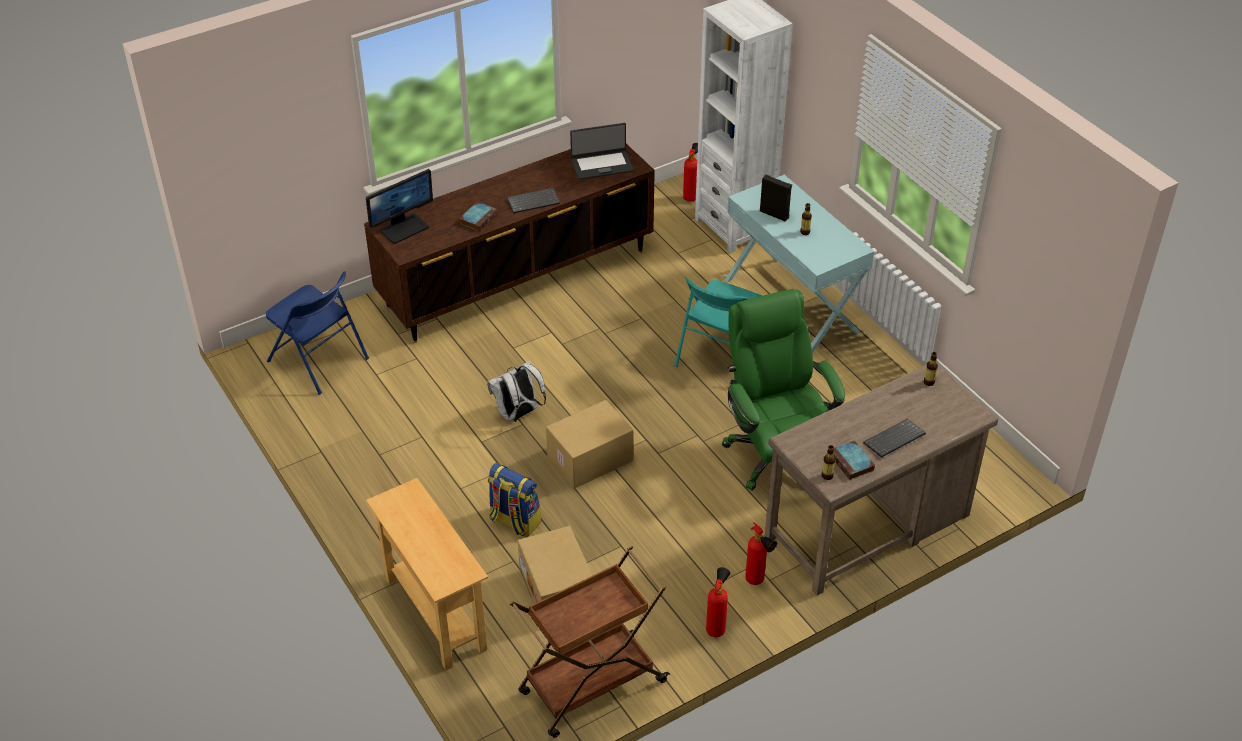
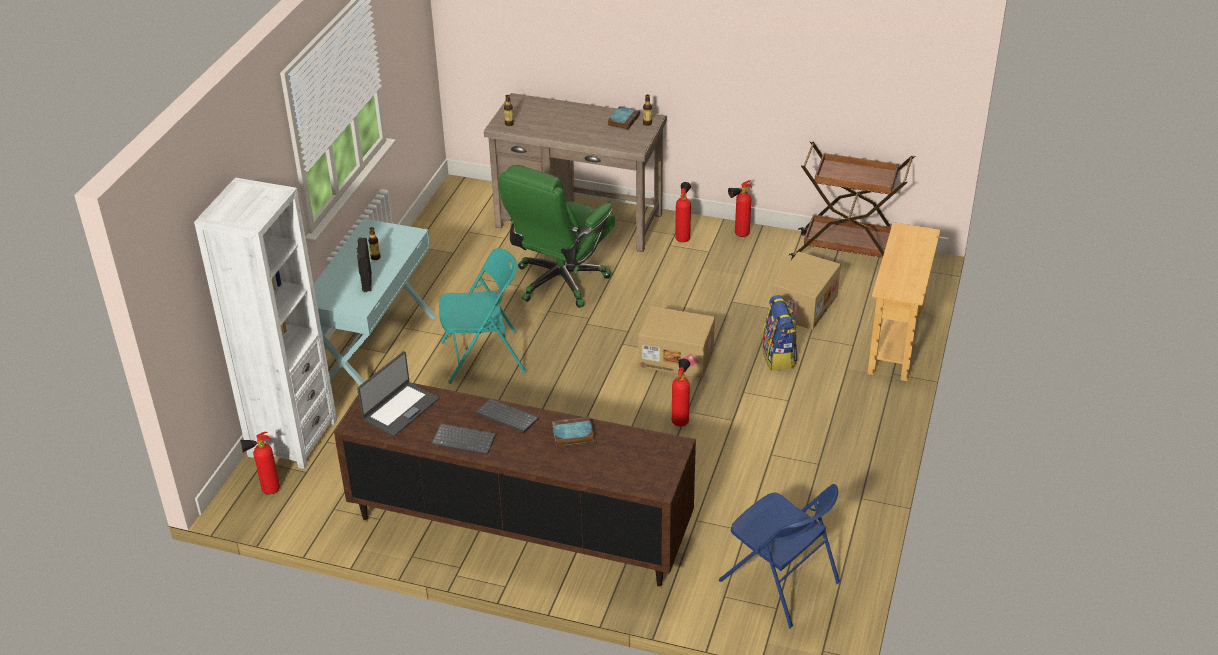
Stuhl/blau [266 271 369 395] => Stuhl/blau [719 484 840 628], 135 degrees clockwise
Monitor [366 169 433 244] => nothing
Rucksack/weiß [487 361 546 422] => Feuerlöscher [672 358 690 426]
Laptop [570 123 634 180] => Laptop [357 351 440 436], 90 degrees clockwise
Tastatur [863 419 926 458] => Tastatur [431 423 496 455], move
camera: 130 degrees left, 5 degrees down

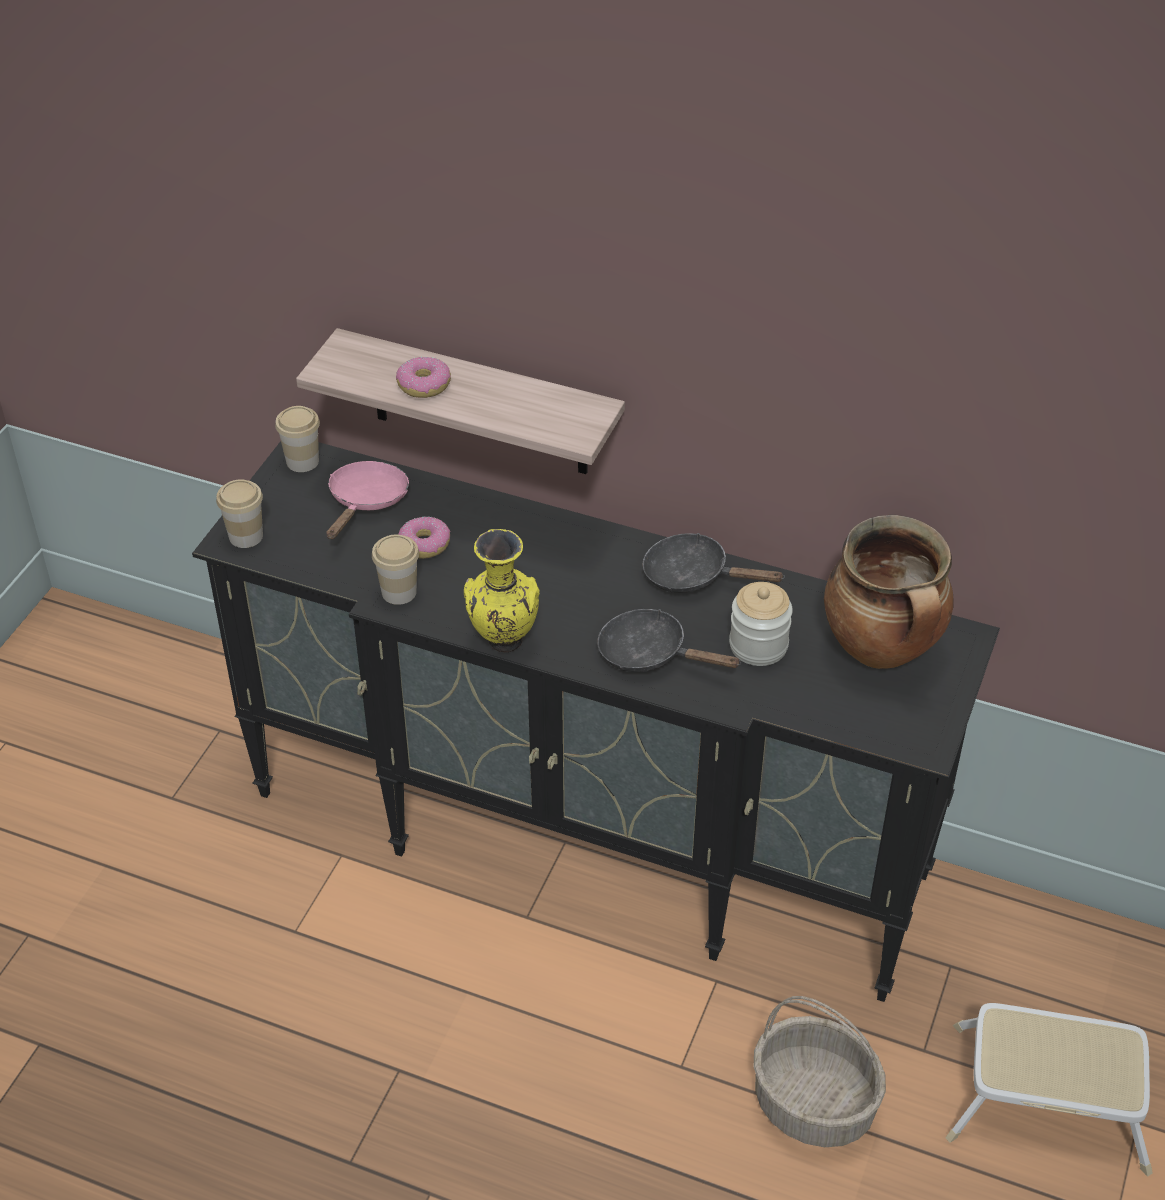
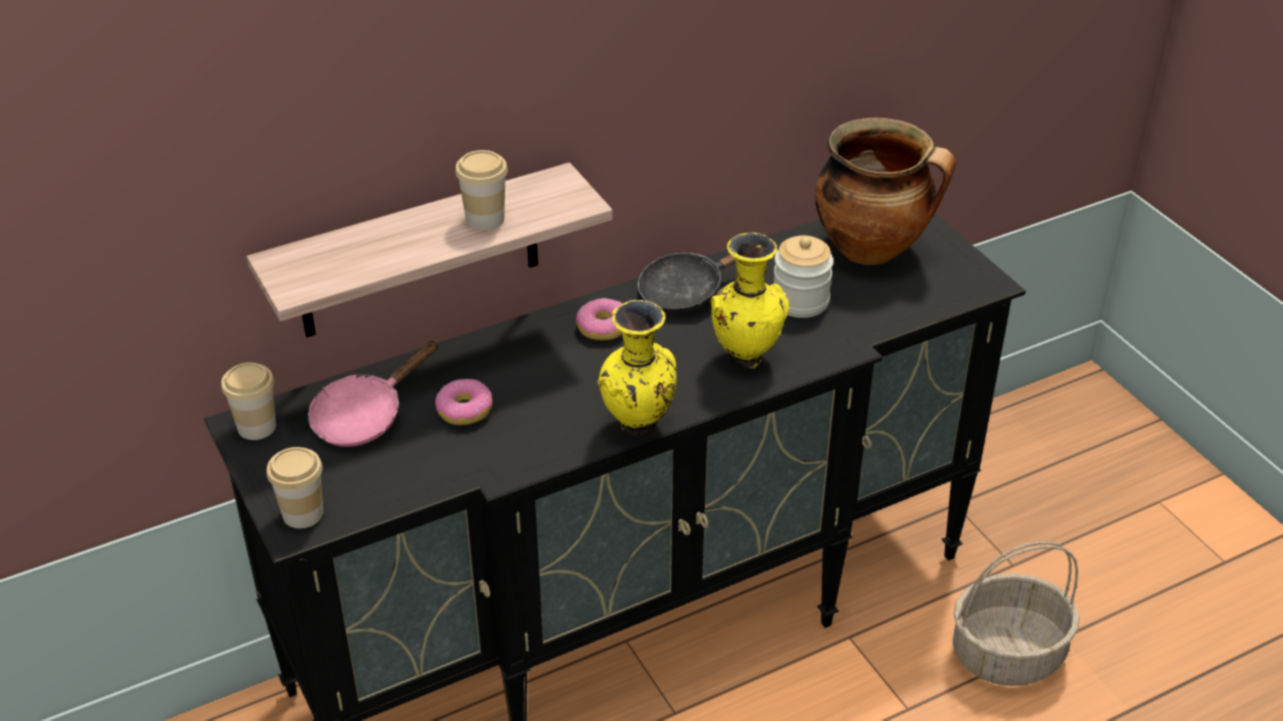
Pfanne/rosa [326 461 409 539] => Pfanne/rosa [308 340 438 447], 105 degrees counterclockwise
Tasse [372 534 419 605] => Tasse [455 150 508 230], move
Donut [396 357 451 398] => Donut [576 298 623 340], move
Pfanne/schwarz [597 609 741 672] => Vase/gelb [711 233 789 369]
Trittleiter/beige [946 1003 1153 1176] => nothing
camera: 50 degrees left, 5 degrees down

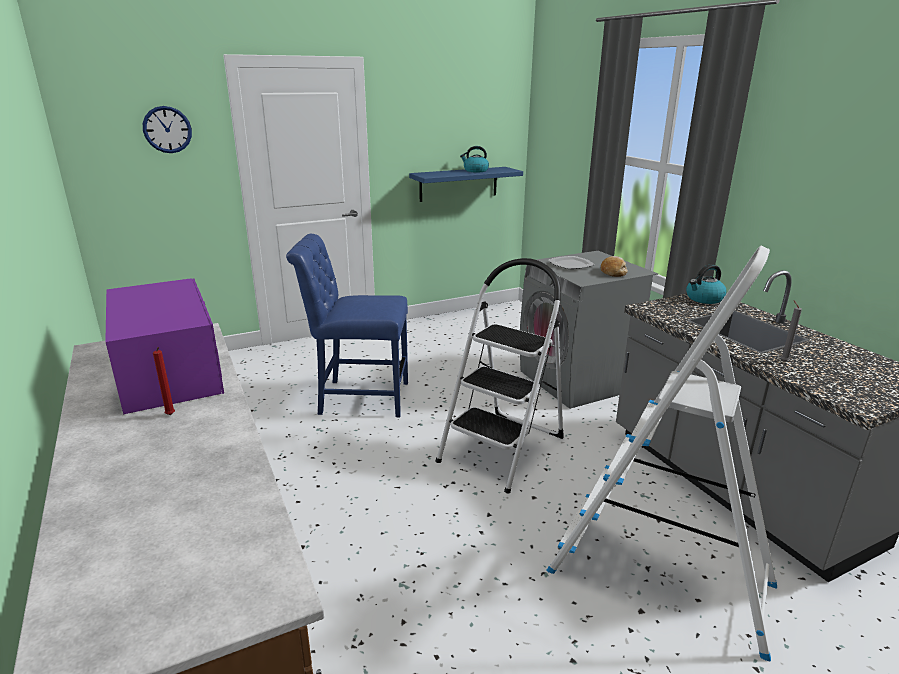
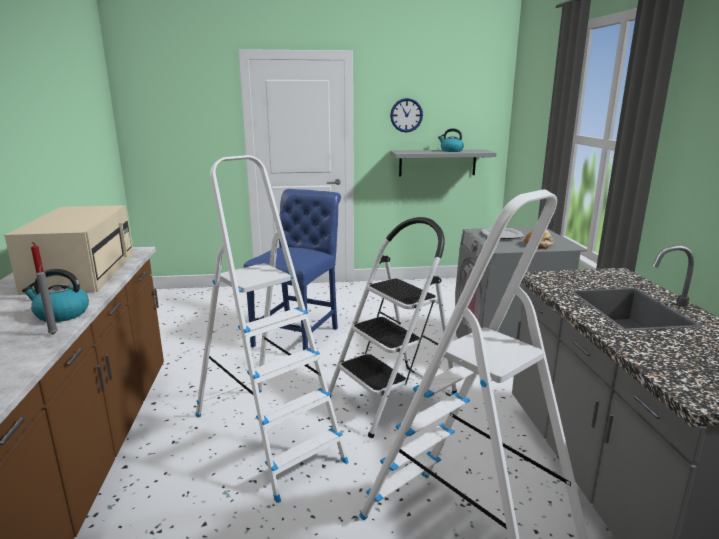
Mikrowelle/lila [105 278 224 414] => Mikrowelle/beige [4 205 133 295]
Wanduhr [143 106 192 153] => Wanduhr [390 98 423 132], move
Stuhl/blau [286 234 408 417] => Stuhl/blau [243 189 341 350], 90 degrees clockwise
Wandregal/blau [409 167 523 202] => Wandregal/grau [390 149 496 177]
Wasserkessel [686 264 727 304] => Wasserkessel [22 269 89 322], move
Kerze/grau [781 300 802 362] => Kerze/grau [36 264 58 335], move
nothing => Trittleiter/weiß [196 155 349 503]
camera: 20 degrees right, 5 degrees down

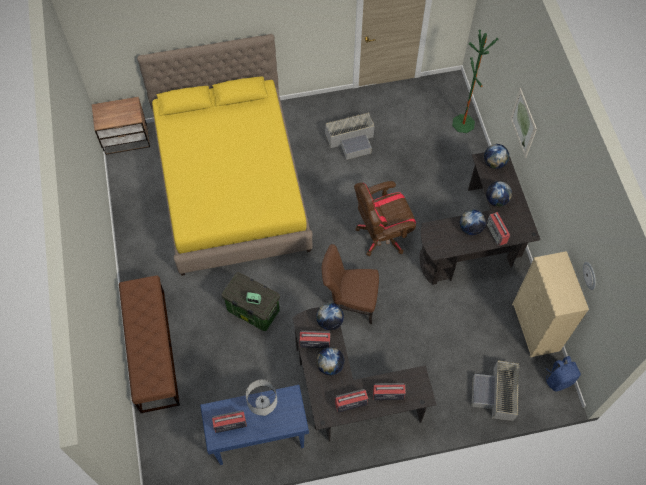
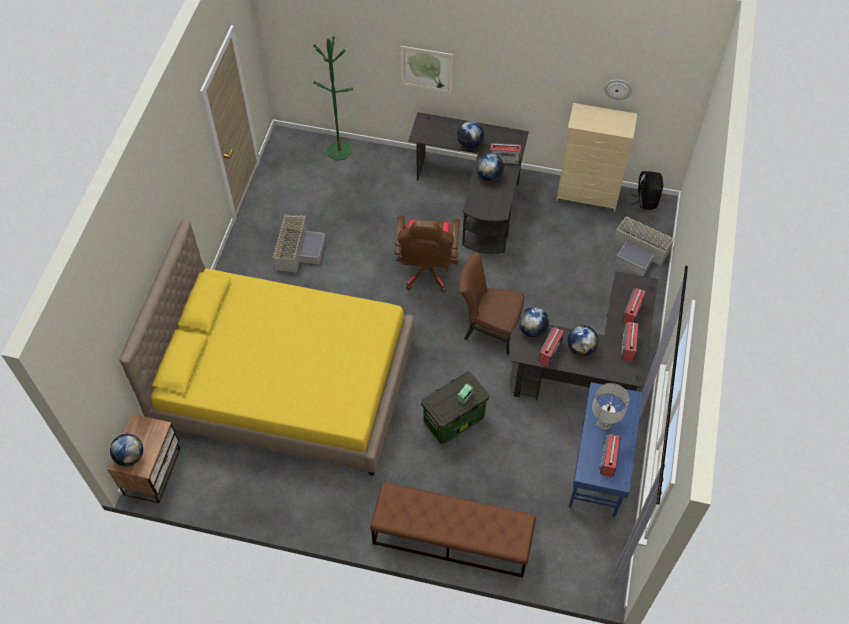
Stuhl/braun [322 244 379 324] => Stuhl/braun [459 252 524 355], 75 degrees clockwise
Globus [484 144 509 169] => Globus [110 434 143 466], move
Rucksack/blau [546 356 581 391] => Rucksack/schwarz [630 171 663 210]
camera: 65 degrees left, 5 degrees down

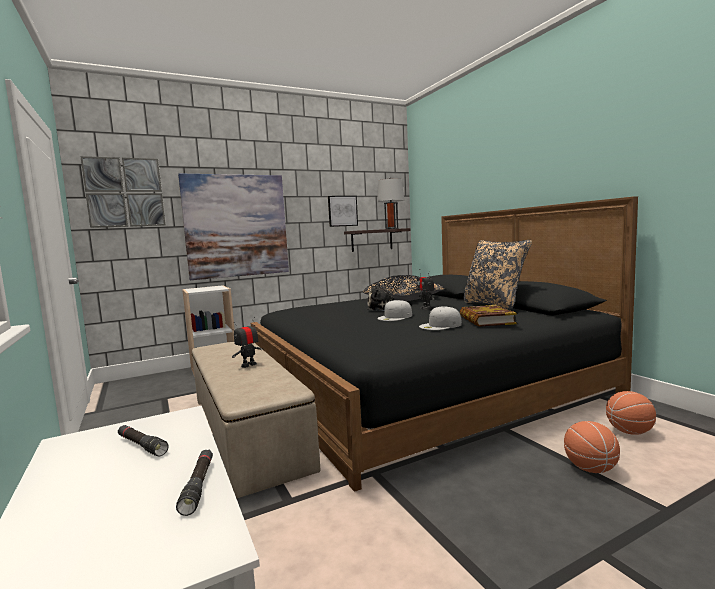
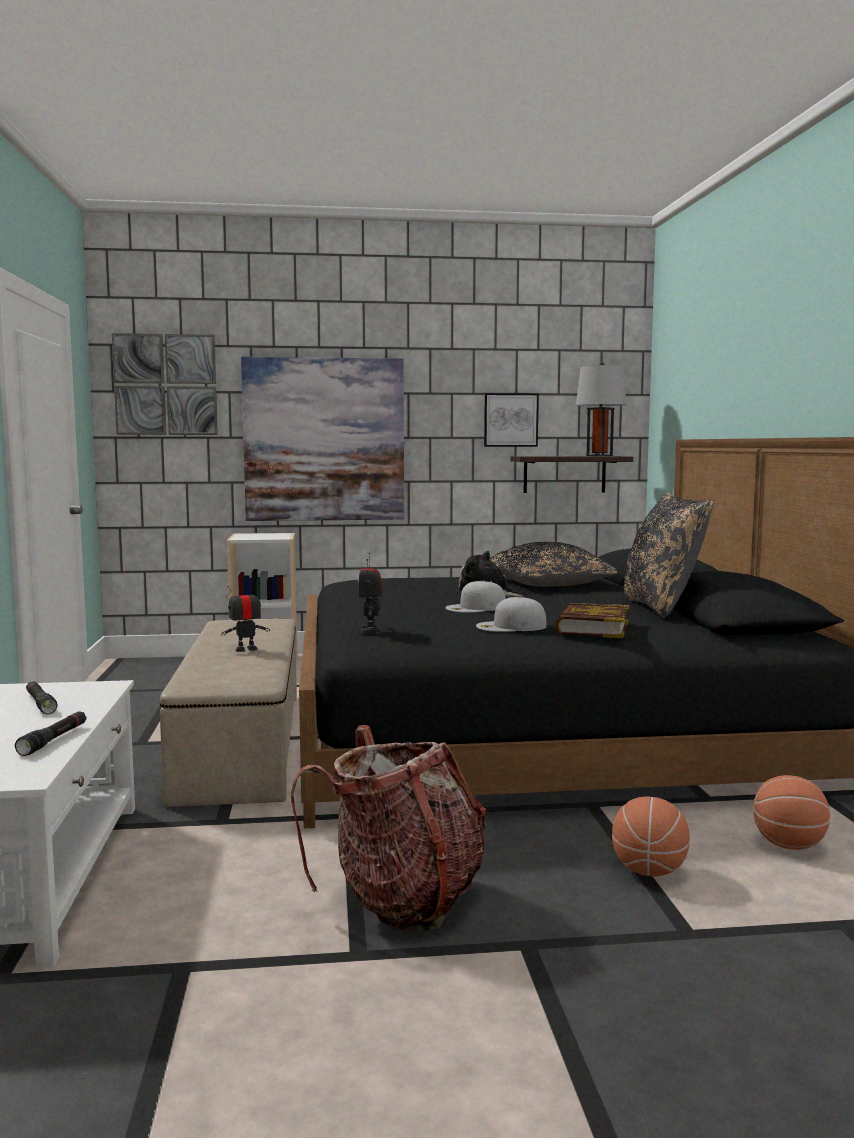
Spielzeugroboter [417 269 435 310] => Spielzeugroboter [358 553 382 633], move
nothing => Rucksack [291 725 487 931]
camera: 20 degrees right, 0 degrees up

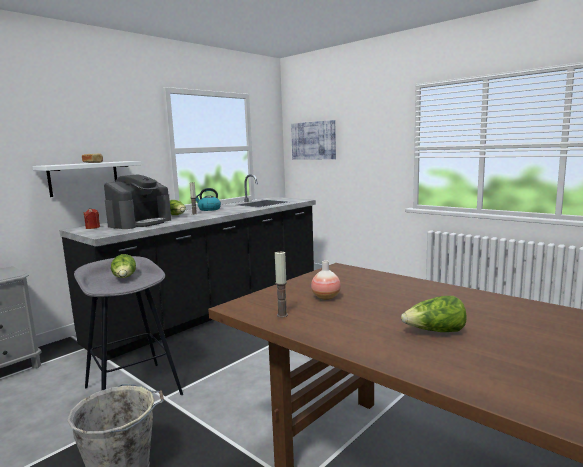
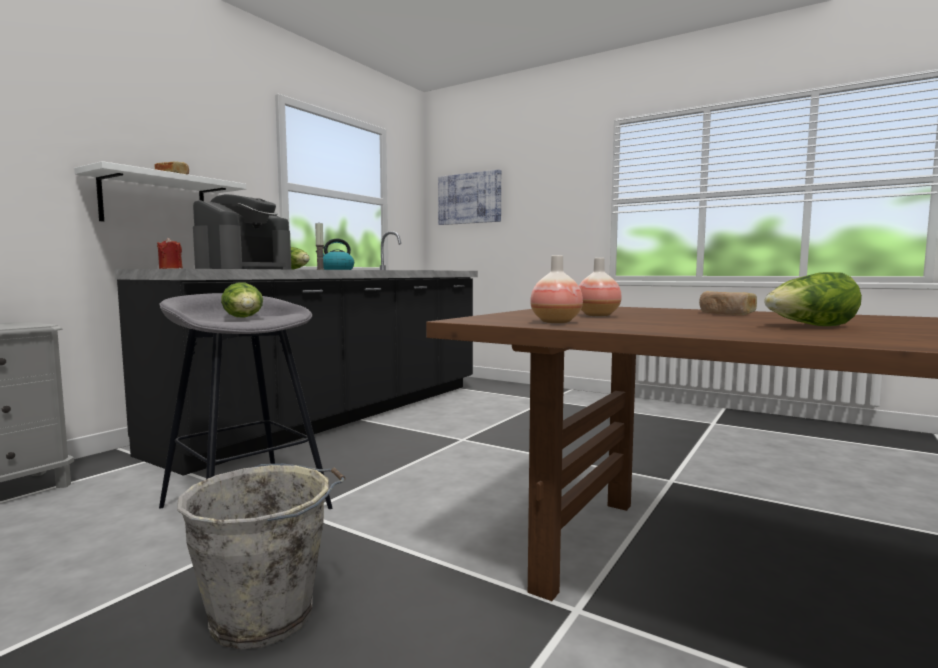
Kerze [275 251 288 317] => Vase [530 255 583 323]
nothing => Brot [699 291 757 315]
camera: 10 degrees left, 5 degrees down

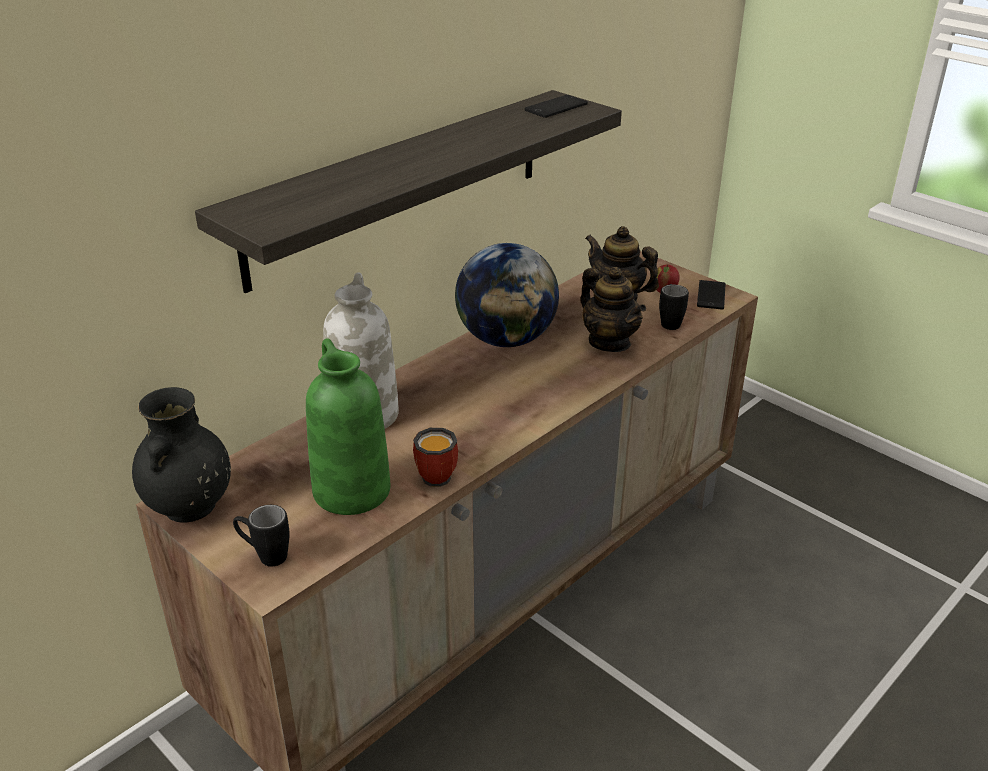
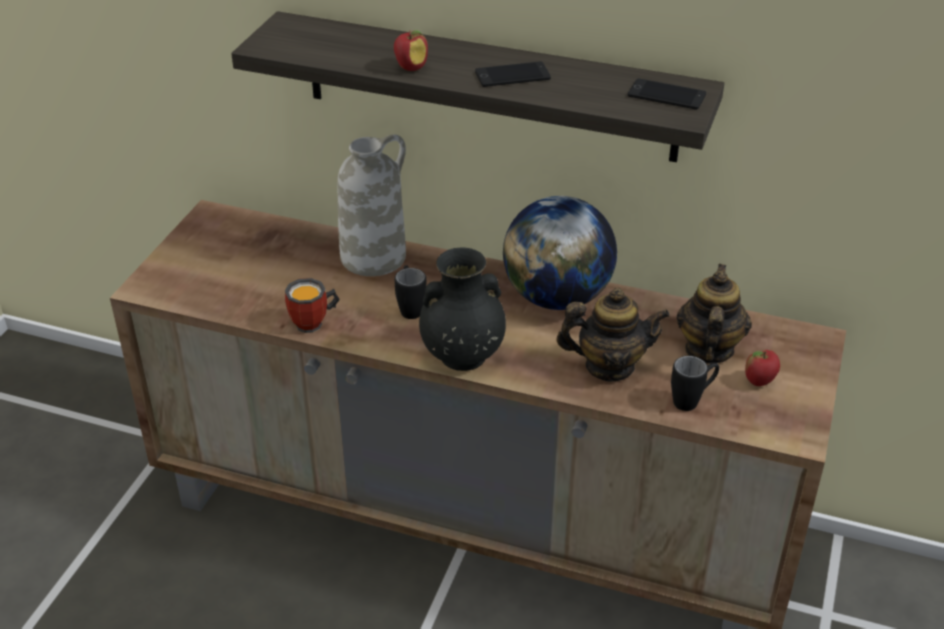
Vase/schwarz [132 387 231 522] => Vase/schwarz [419 247 506 371], move
Henkelbecher/schwarz [233 505 290 566] => Henkelbecher/schwarz [395 265 427 319], move
Vase/grün [306 338 391 515] => nothing
Teekanne [580 267 646 352] => Teekanne [556 288 670 381], 120 degrees counterclockwise
Handy [697 280 726 309] => Handy [475 61 551 87], move
nothing => Apfel [394 30 428 71]
camera: 65 degrees right, 5 degrees up

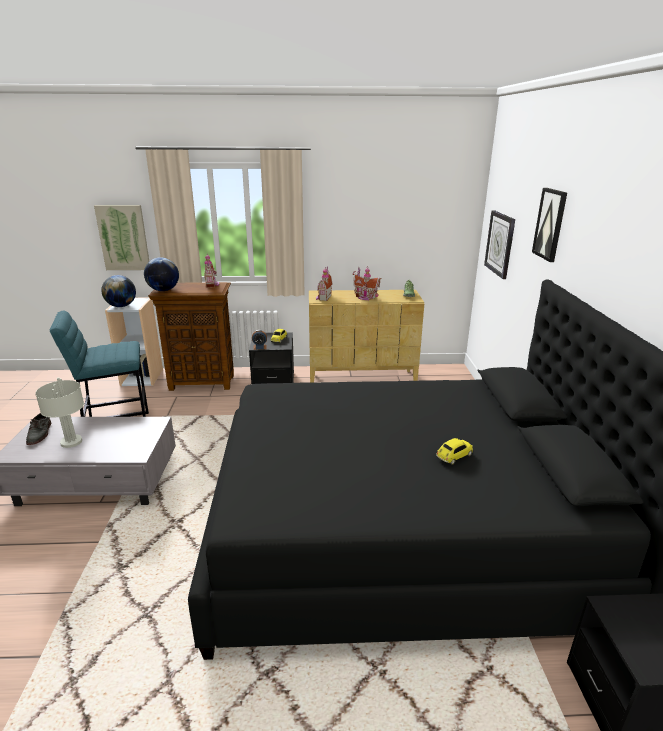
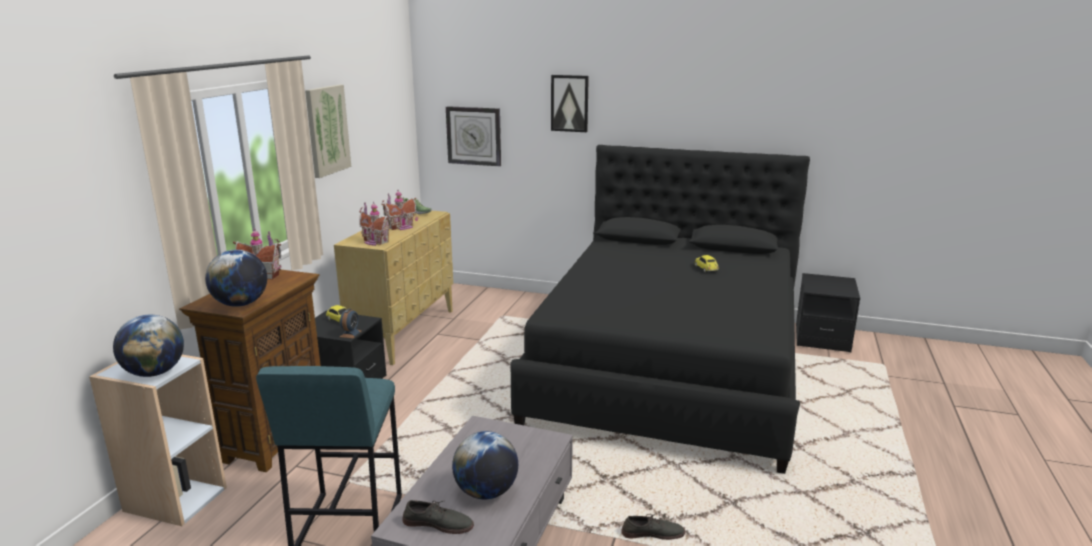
Tischlampe/grau [35 378 84 448] => Globus [452 431 518 499]
Bild [94 205 149 270] => Bild [305 85 351 178], move
nothing => Schuh/grau [621 513 685 540]
camera: 70 degrees left, 5 degrees down

